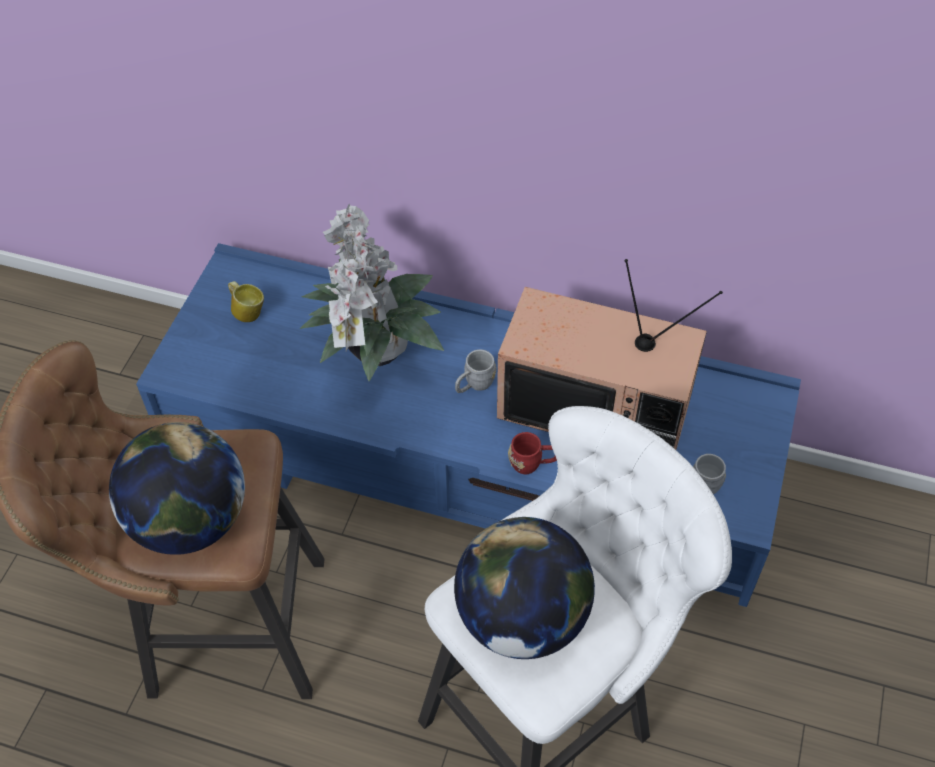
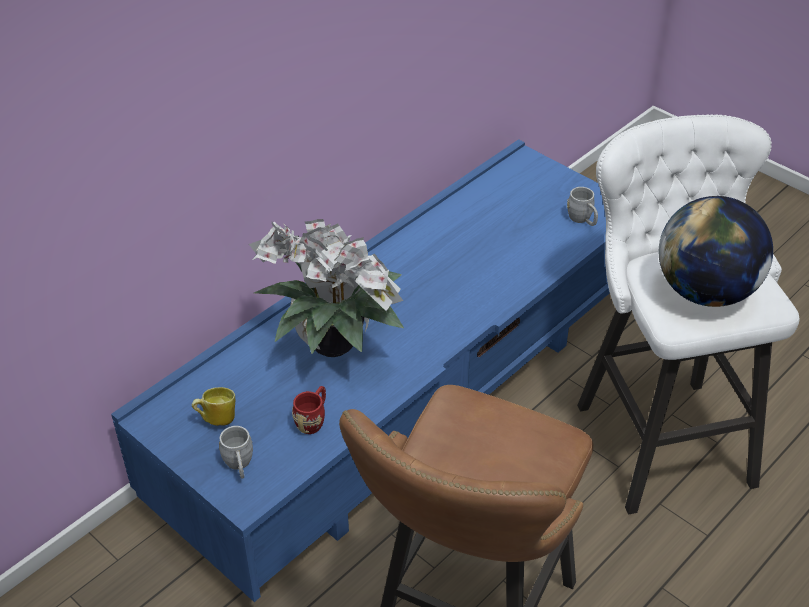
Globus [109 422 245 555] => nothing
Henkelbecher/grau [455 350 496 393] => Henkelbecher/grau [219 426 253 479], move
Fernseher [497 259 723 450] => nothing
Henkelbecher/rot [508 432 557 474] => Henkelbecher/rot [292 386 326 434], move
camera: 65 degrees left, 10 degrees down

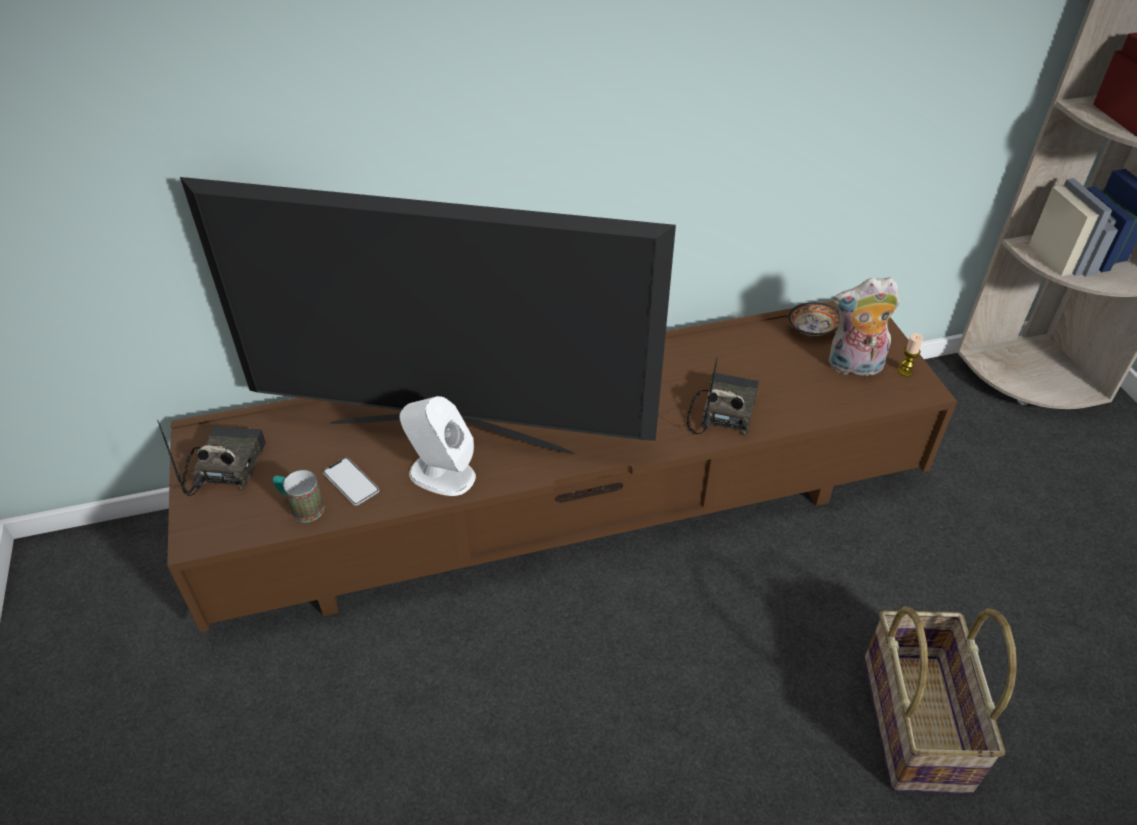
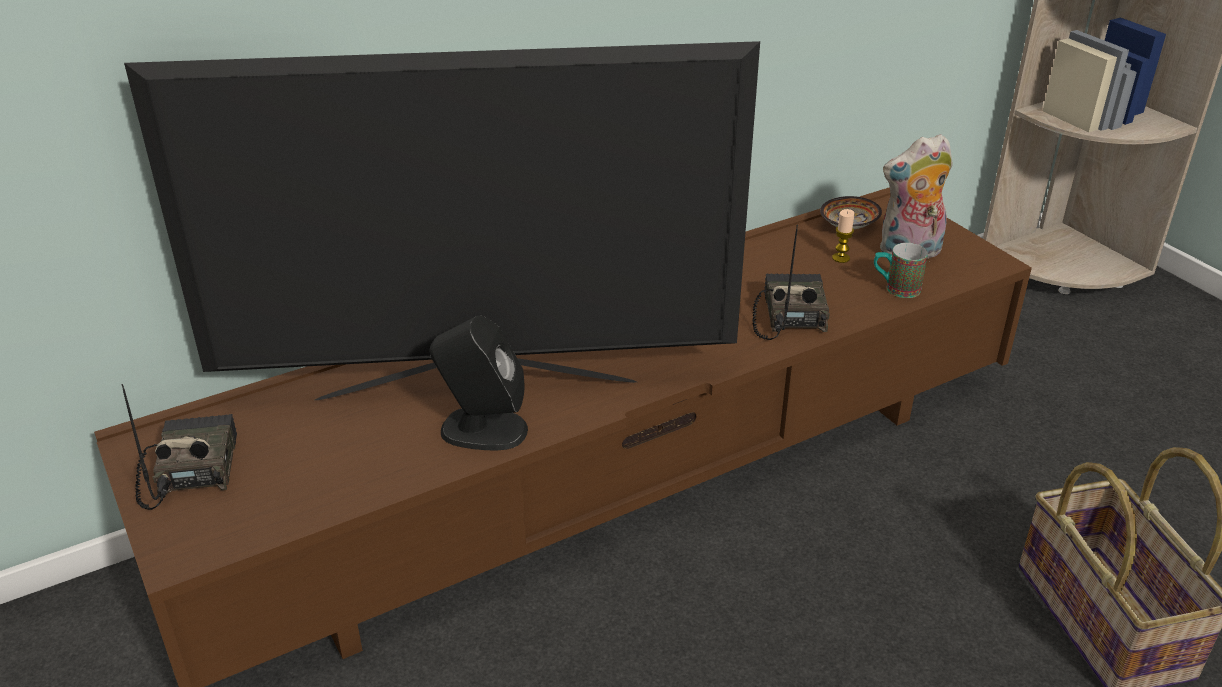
Henkelbecher [273 470 325 522] => Henkelbecher [874 243 928 298], move
Handy [323 457 379 506] => nothing
Lautsprecher/weiß [399 396 476 496] => Lautsprecher/schwarz [430 316 528 450]
Kerze [898 333 923 376] => Kerze [832 209 855 263], move
camera: 15 degrees left, 10 degrees down

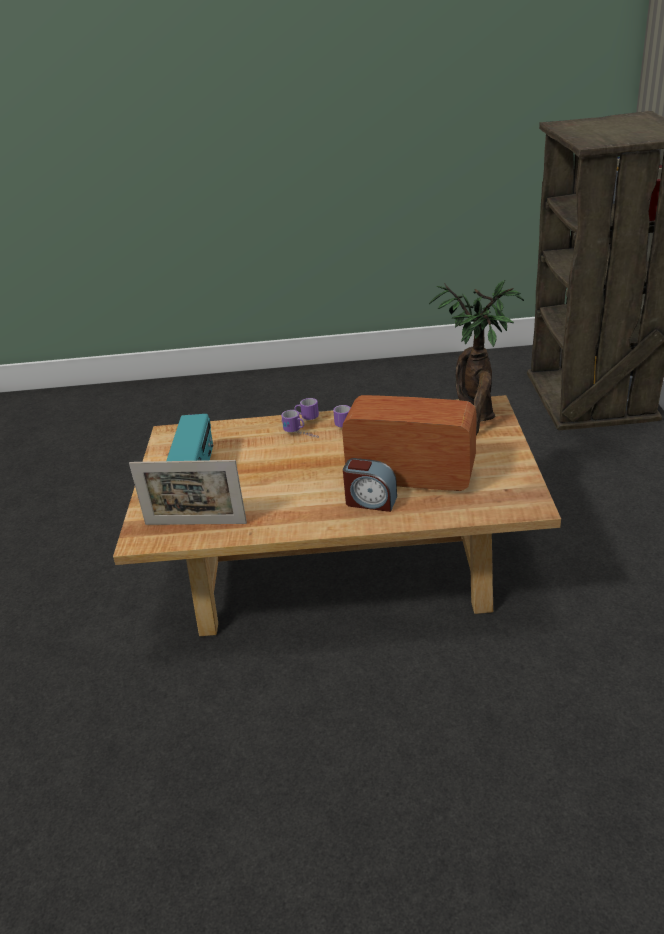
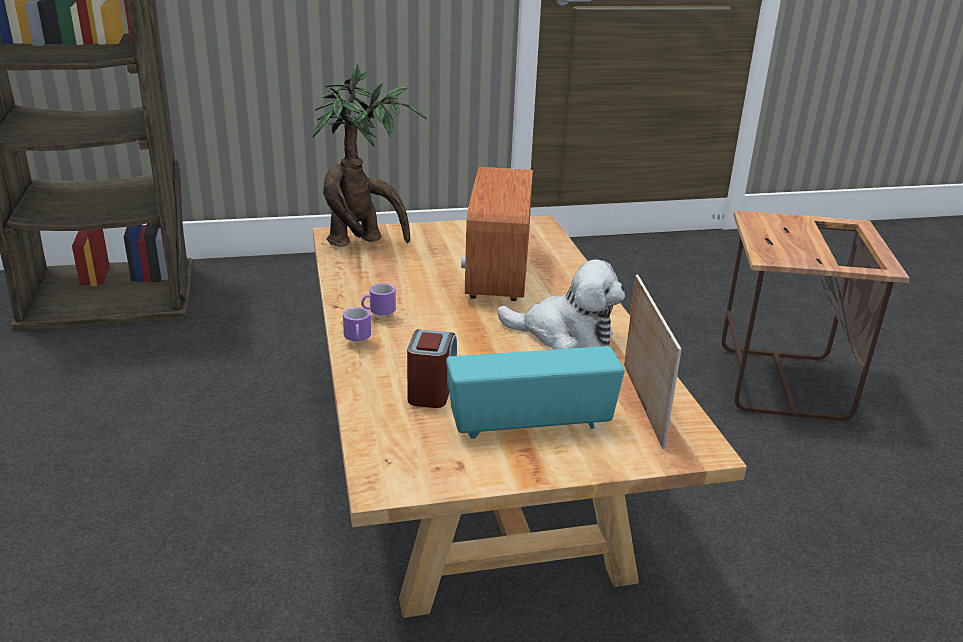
Henkelbecher [281 410 319 438] => nothing
Wecker [343 458 397 512] => Wecker [407 329 457 408], move
nothing => Plüschtier [497 259 625 350]
nothing => Beistelltisch [721 211 909 421]
camera: 105 degrees left, 5 degrees down

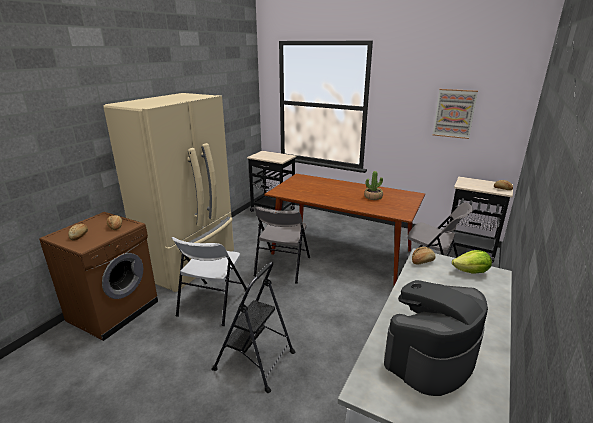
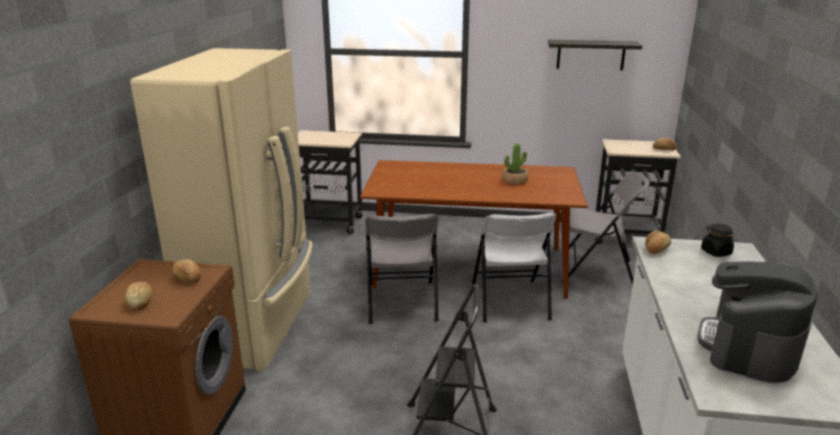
Stuhl/weiß [172 237 247 326] => Stuhl/weiß [472 213 556 322], move
Bild [433 89 478 139] => Wandregal [548 40 642 71]
Salatkopf [452 250 492 274] => Vorratsglas/schwarz [701 224 734 257]
camera: 20 degrees left, 0 degrees up

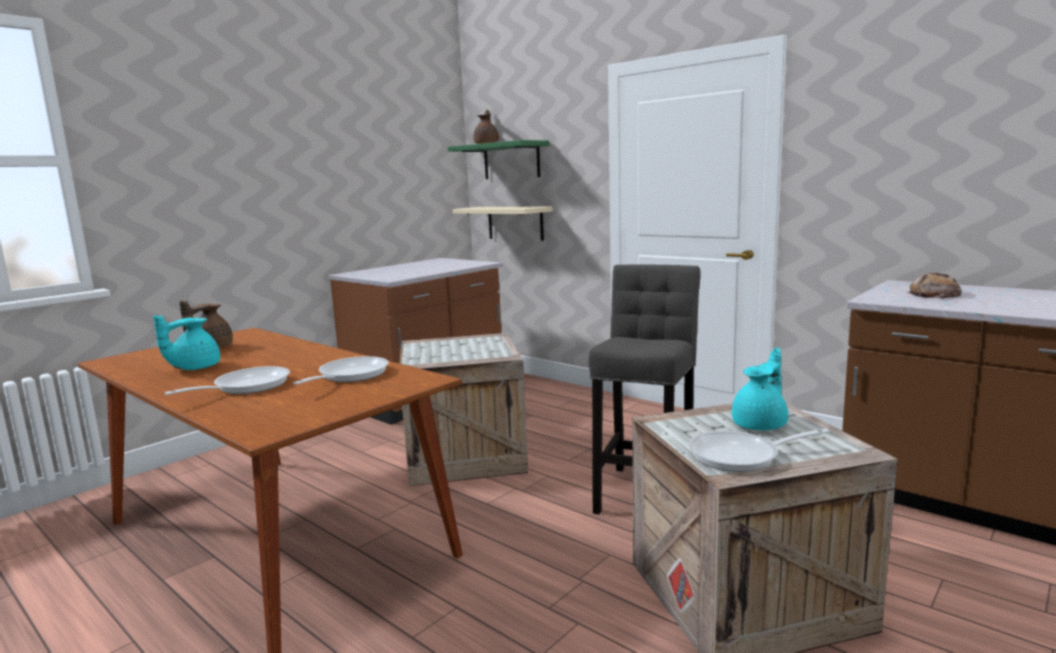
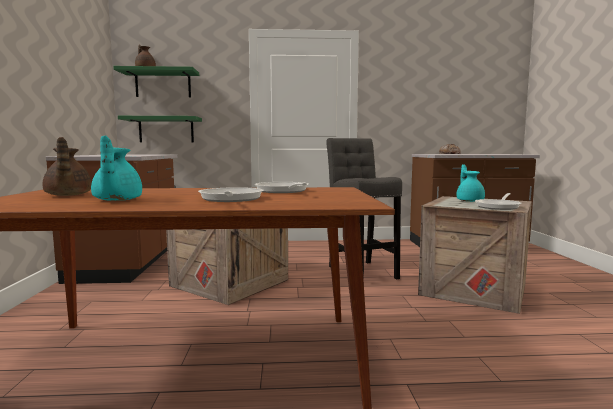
Wandregal/beige [453 207 552 241] => Wandregal/grün [118 116 202 142]
camera: 45 degrees left, 5 degrees down

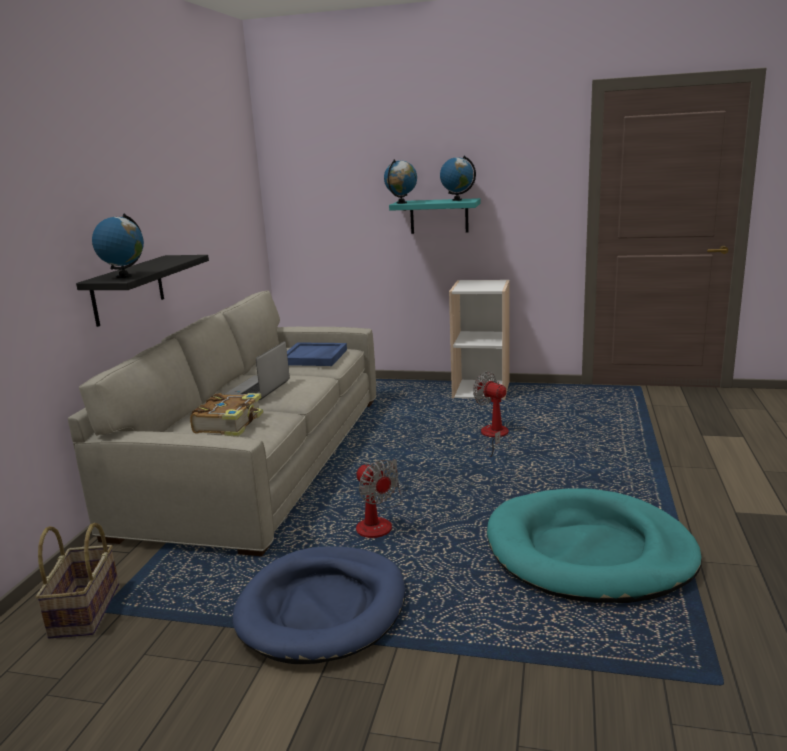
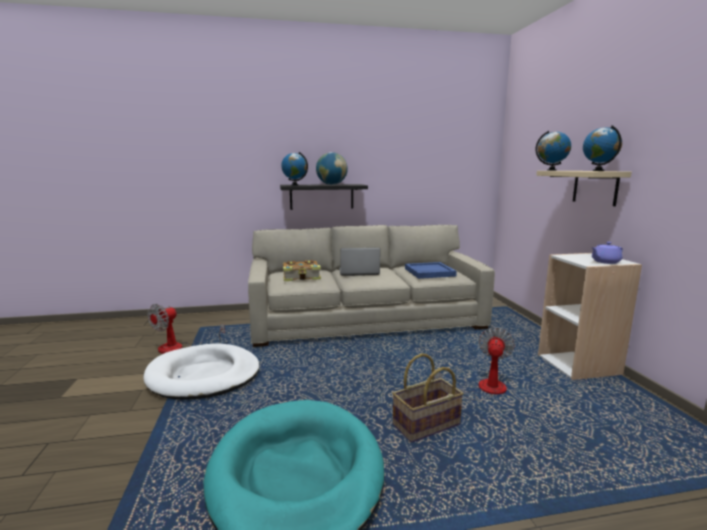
Korb [36 523 119 639] => Korb [392 353 464 442], move
Hundebett/blau [233 546 405 664] => Hundebett/weiß [143 344 260 399]
Ventilator [356 459 403 538] => Ventilator [147 304 225 354], move
Wandregal/türkis [389 198 480 234] => Wandregal/beige [536 171 632 206]
nothing => Globus [316 152 348 185]
nothing => Teekanne/lila [592 242 623 264]
camera: 65 degrees right, 5 degrees down

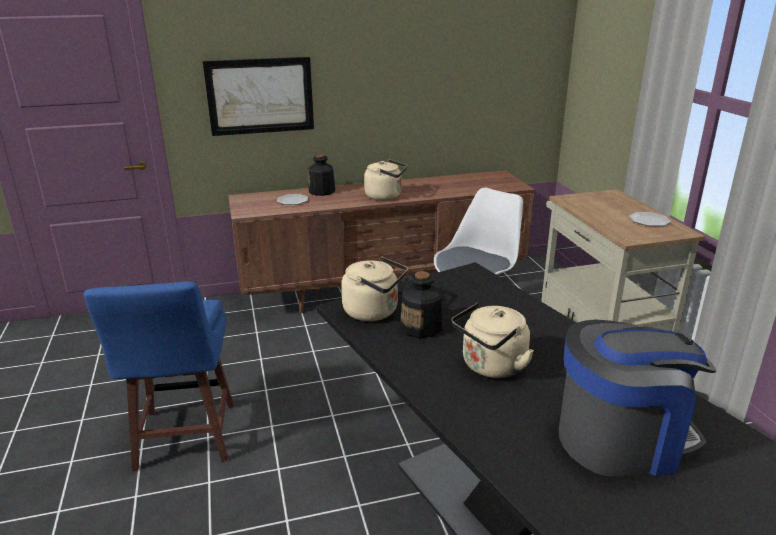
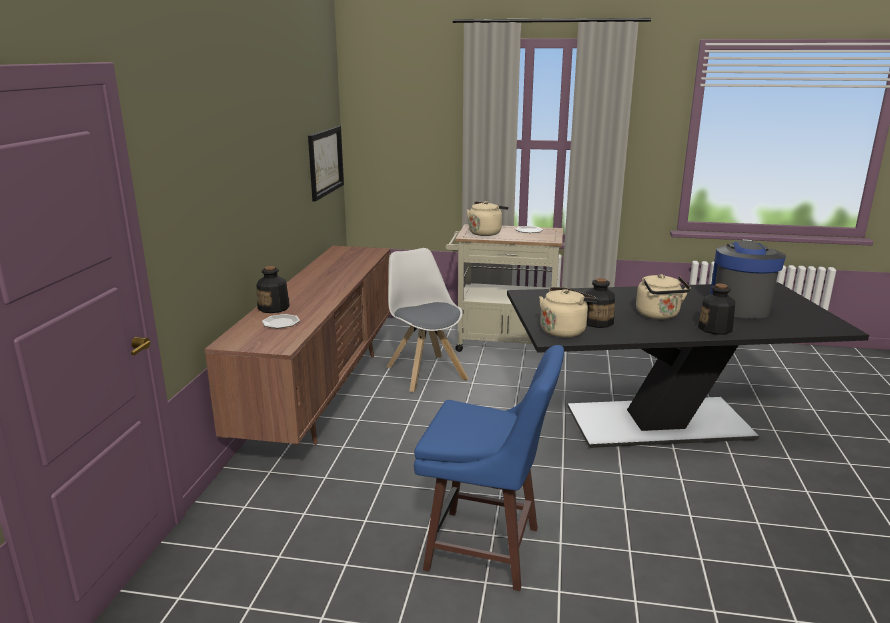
Bild [203 57 314 136] => Bild [308 126 344 201], move
Wasserkessel/beige [364 159 407 200] => Wasserkessel/beige [467 201 508 236], move
nothing => Flasche [698 284 735 335]
camera: 65 degrees left, 5 degrees down

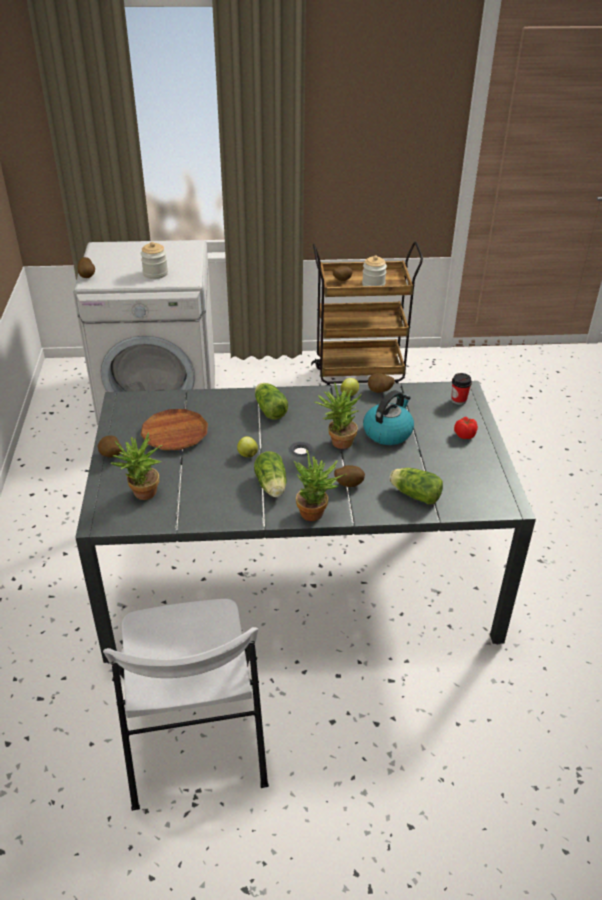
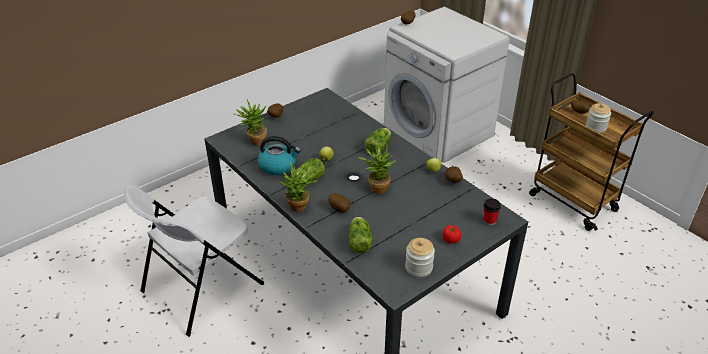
Vorratsglas [141 242 168 279] => Vorratsglas [405 238 435 277], move
Teller/braun [141 409 208 450] => nothing
Wasserkessel [363 390 414 445] => Wasserkessel [258 136 301 175], move
camera: 55 degrees right, 0 degrees up

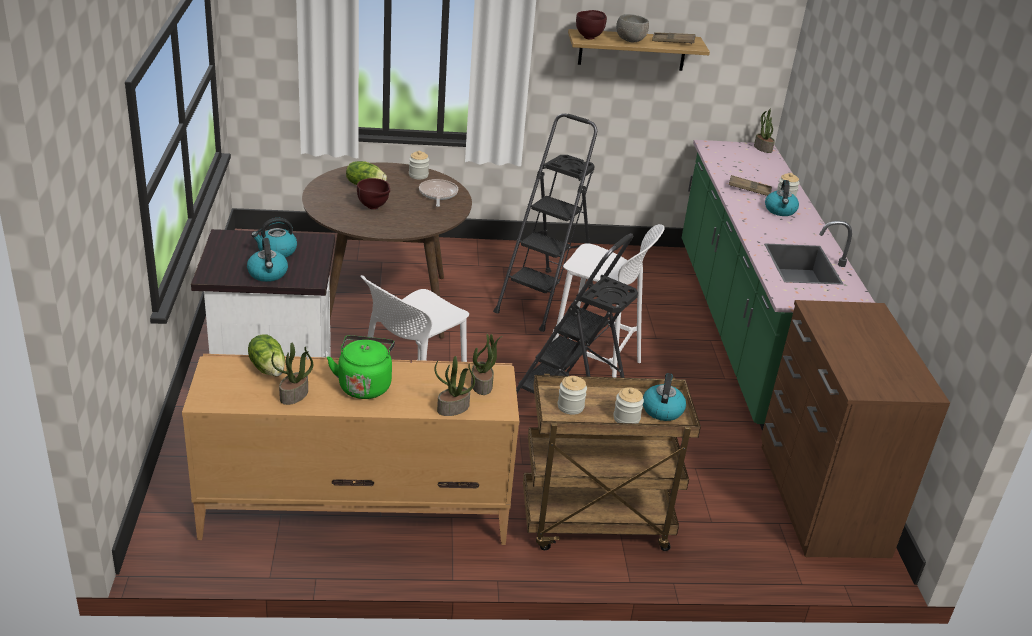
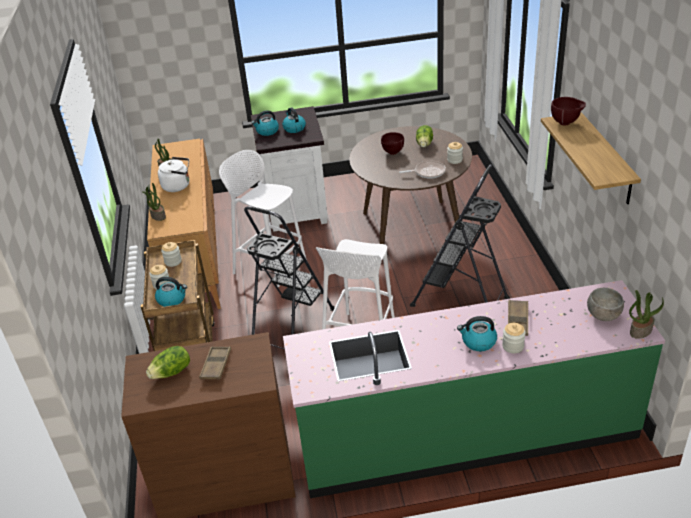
Salatkopf [248 334 285 377] => Salatkopf [146 346 190 379], move
Wasserkessel/grün [327 335 395 399] => Wasserkessel/weiß [158 157 189 192]
Topfpflanze [471 334 503 395] => nothing
Schüssel/grau [616 14 649 42] => Schüssel/grau [587 288 624 321], move
Tablett/braun [652 32 696 44] => Tablett/braun [199 346 231 380], move
camera: 90 degrees right, 5 degrees up

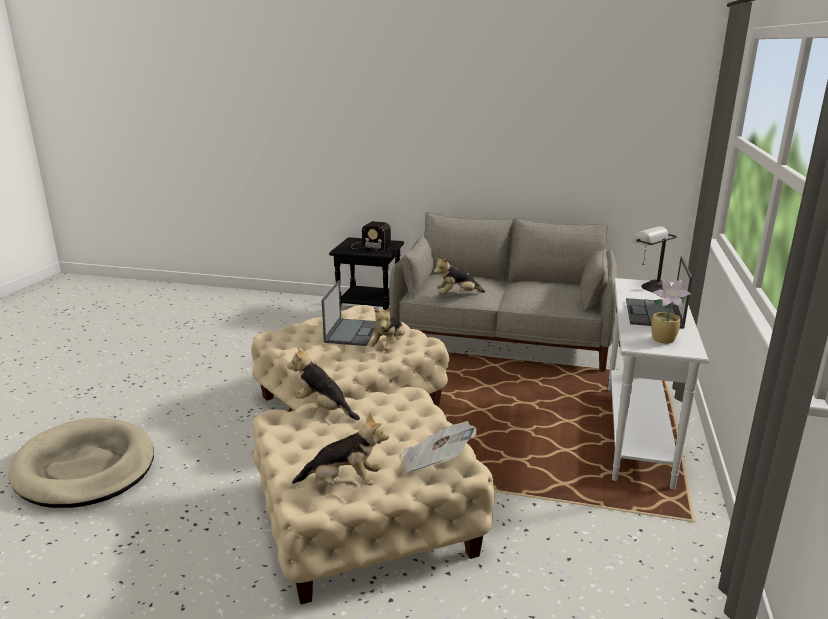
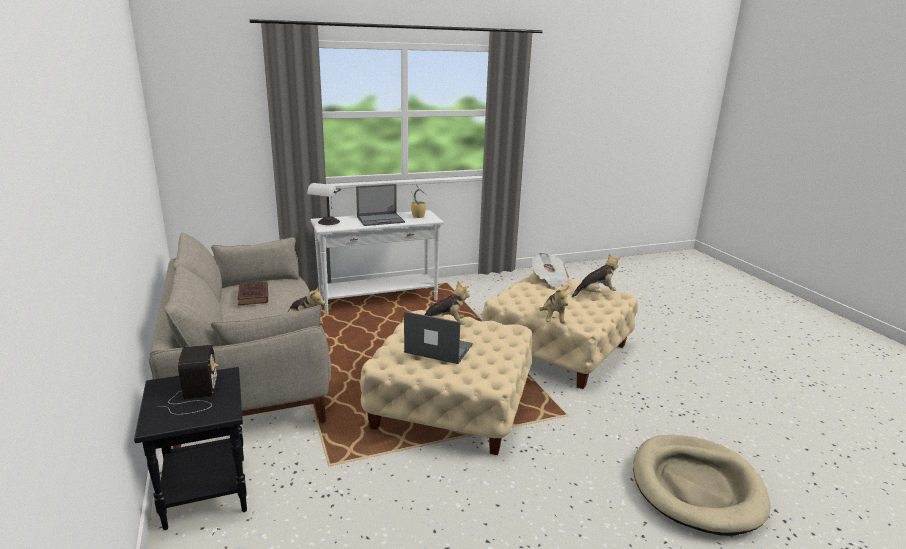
Plüschtier [292 412 389 485] => Plüschtier [572 254 620 297], 105 degrees clockwise
Laptop [322 280 376 346] => Laptop [404 311 473 364], 45 degrees clockwise
nothing => Buch/braun [238 281 268 305]
camera: 125 degrees left, 0 degrees up

